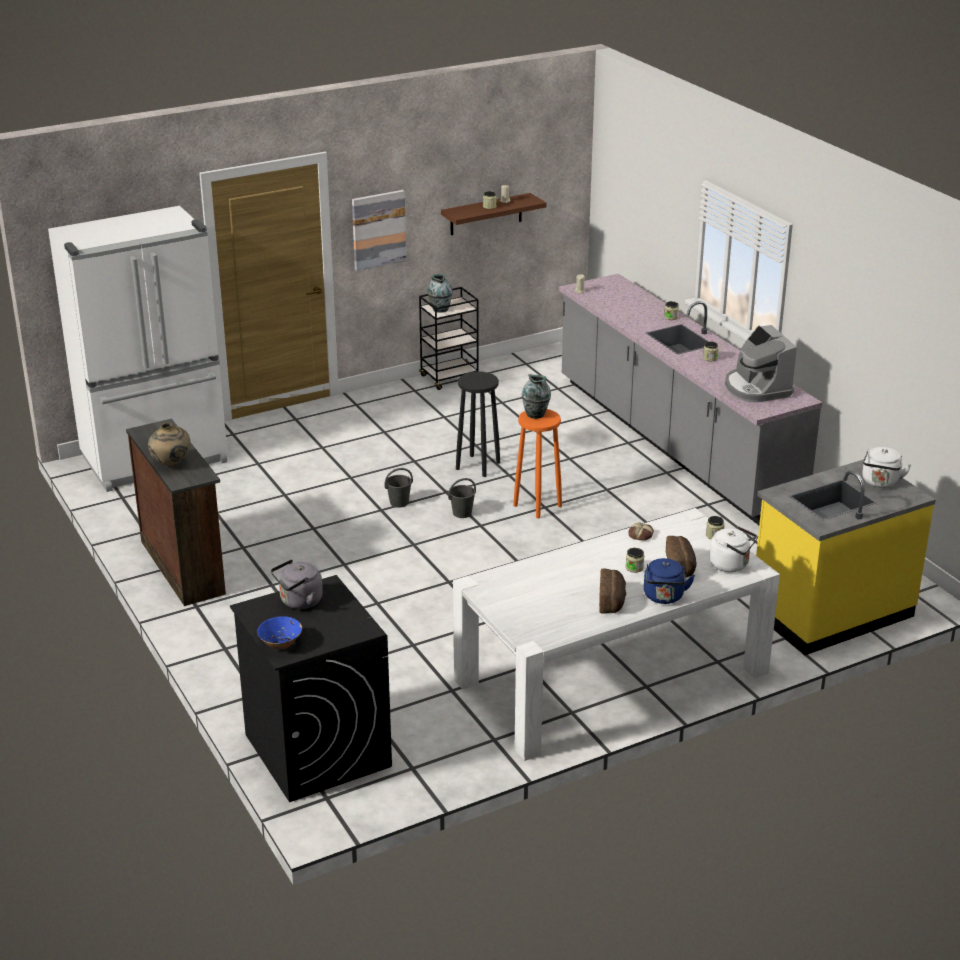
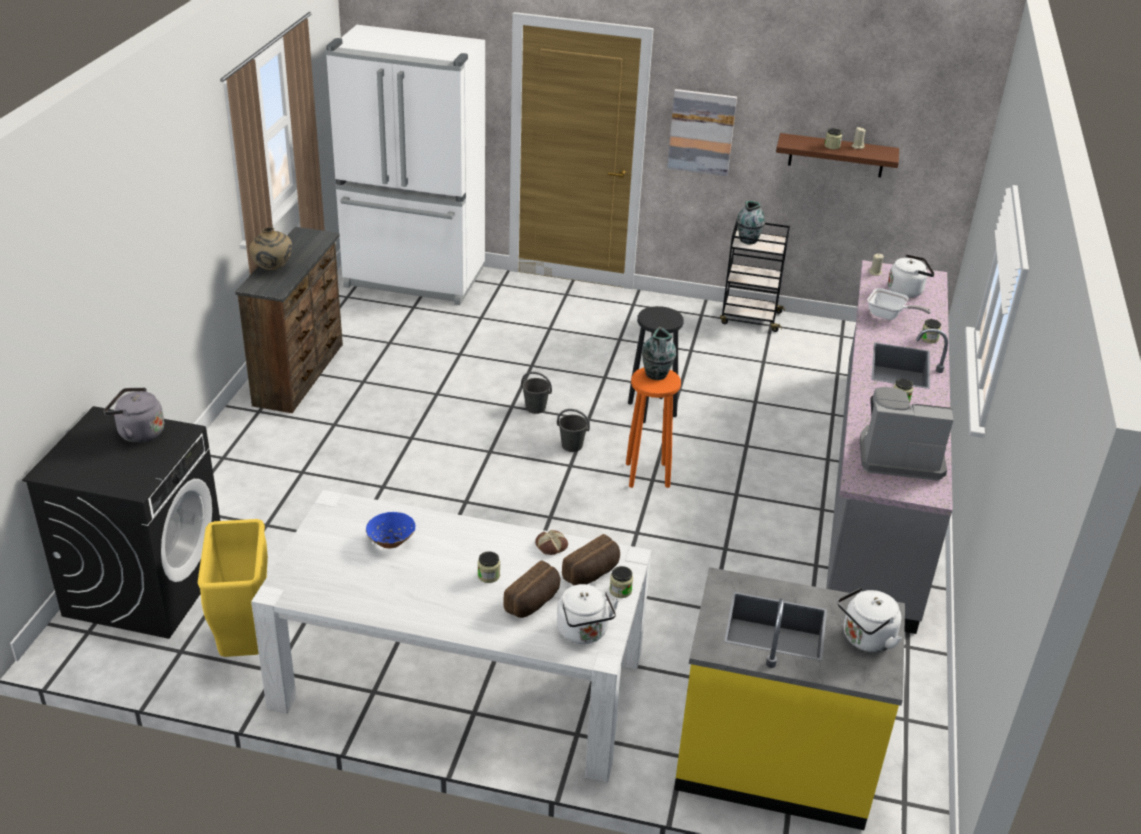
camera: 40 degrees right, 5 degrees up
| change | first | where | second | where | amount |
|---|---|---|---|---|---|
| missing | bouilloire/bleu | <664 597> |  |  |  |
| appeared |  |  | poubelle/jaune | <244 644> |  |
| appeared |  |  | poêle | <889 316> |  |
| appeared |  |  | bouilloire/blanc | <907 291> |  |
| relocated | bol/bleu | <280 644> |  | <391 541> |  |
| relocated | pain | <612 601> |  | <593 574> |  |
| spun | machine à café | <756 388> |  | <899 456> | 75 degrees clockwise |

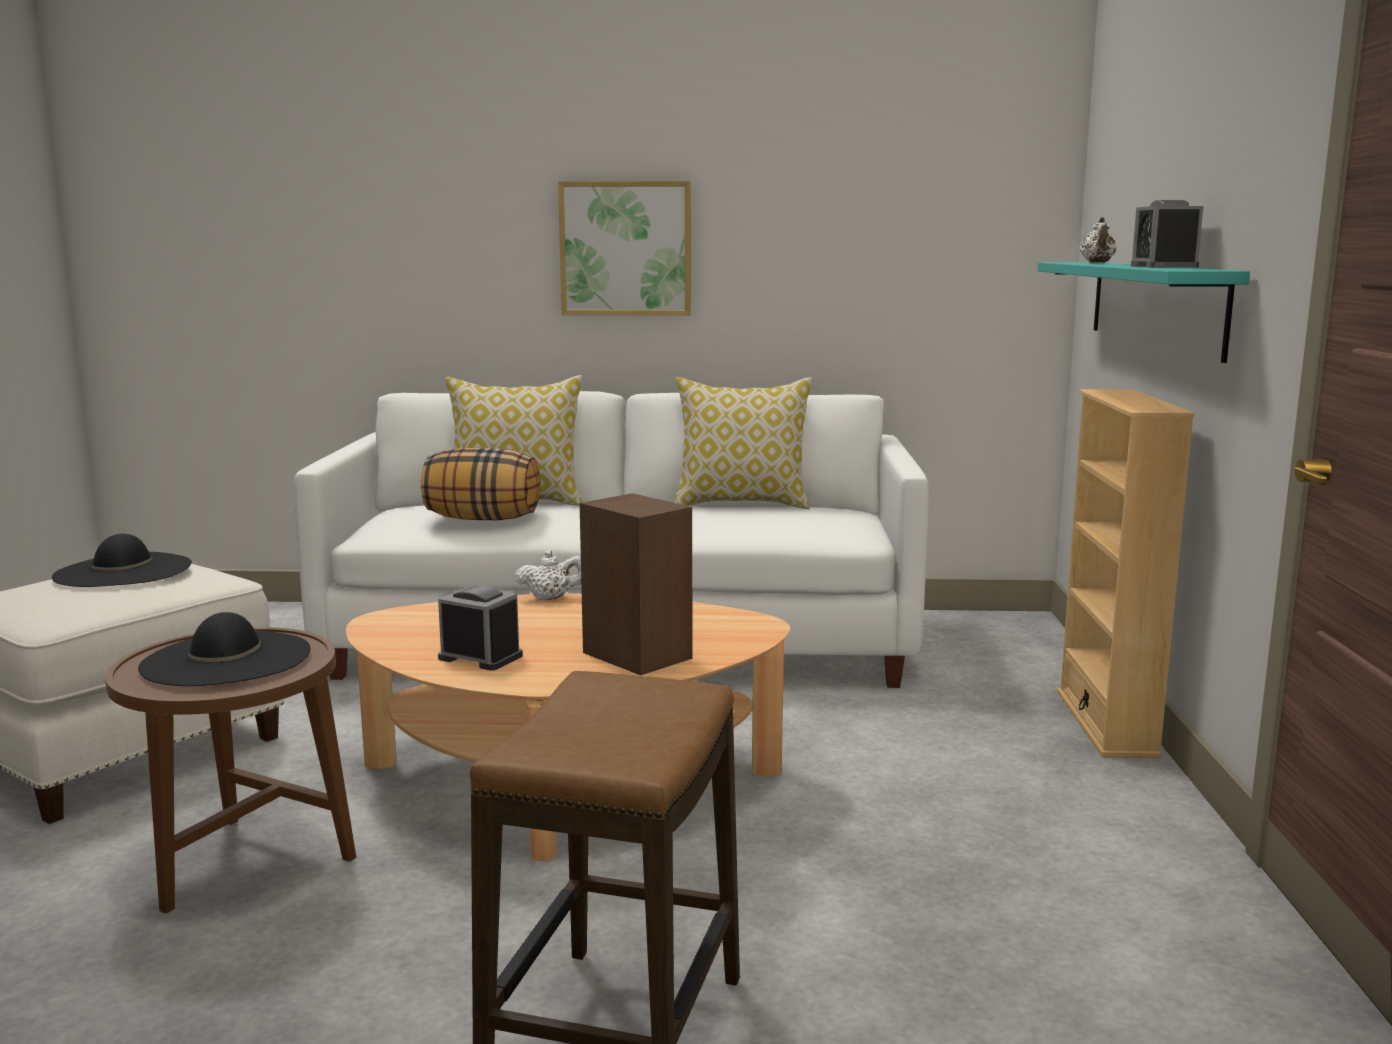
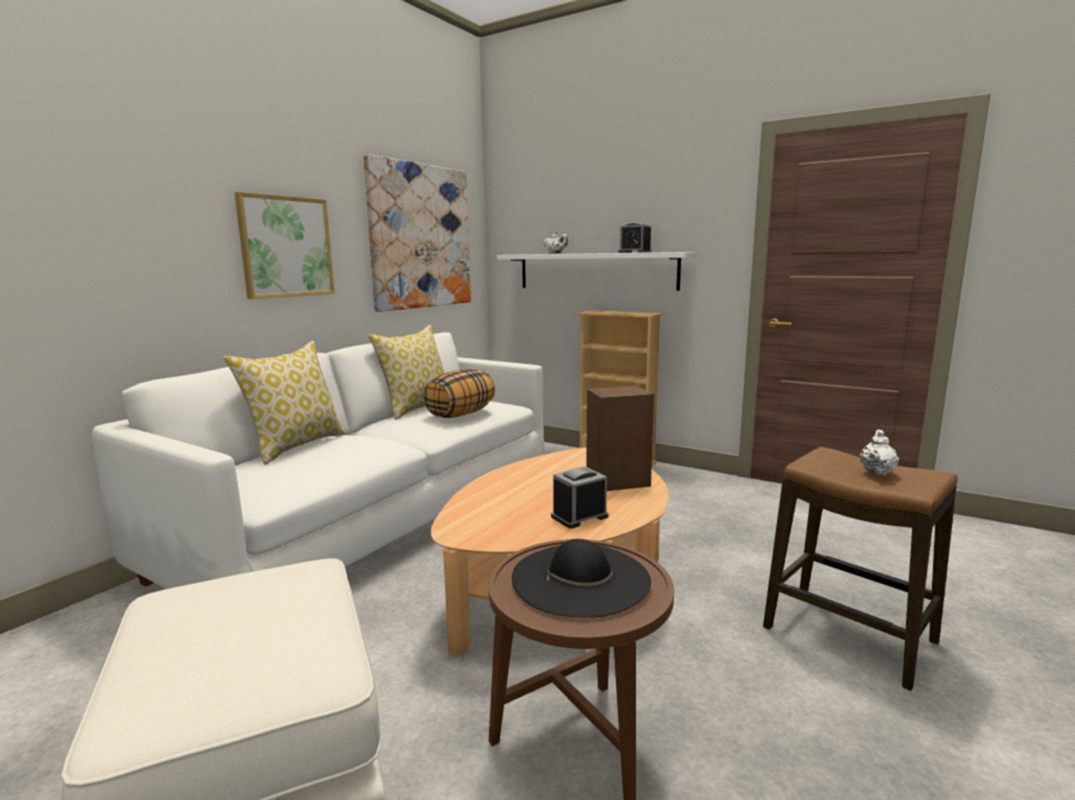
camera: 60 degrees left, 0 degrees up
| change | first | where | second | where | amount |
|---|---|---|---|---|---|
| missing | chapeau/noir | <123 571> |  |  |  |
| appeared |  |  | tableau | <421 237> |  |
| relocated | coussin | <483 519> |  | <460 414> |  |
| relocated | théière/blanc | <551 598> |  | <876 471> |  |
| colour | étagère/turquoise | <1154 305> | étagère/blanc | <595 271> |  |

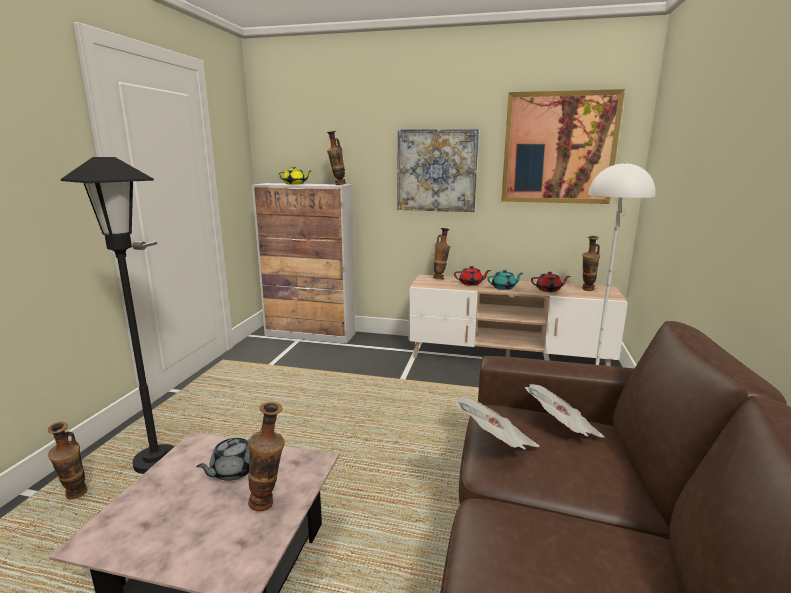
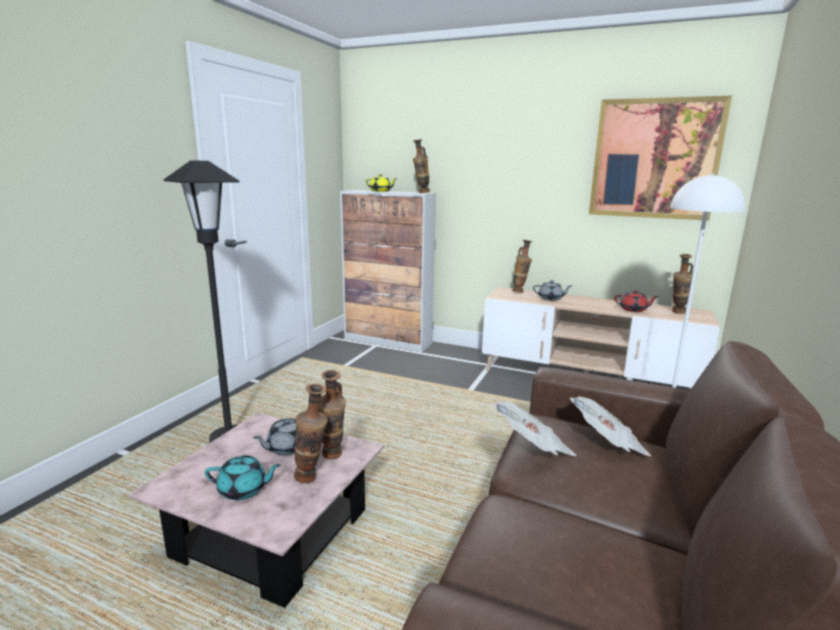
camera: 10 degrees right, 0 degrees up
| change | first | where | second | where | amount |
|---|---|---|---|---|---|
| missing | tableau | <436 170> |  |  |  |
| relocated | vase | <76 498> |  | <333 458> |  |
| relocated | théière/turquoise | <504 287> |  | <243 490> |  |
| colour | théière/rouge | <471 283> | théière/gris | <551 298> |  |

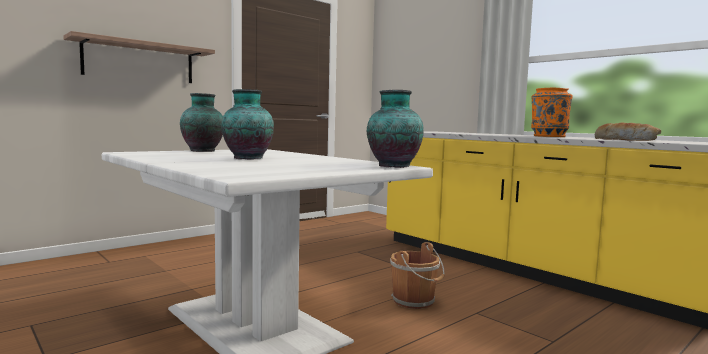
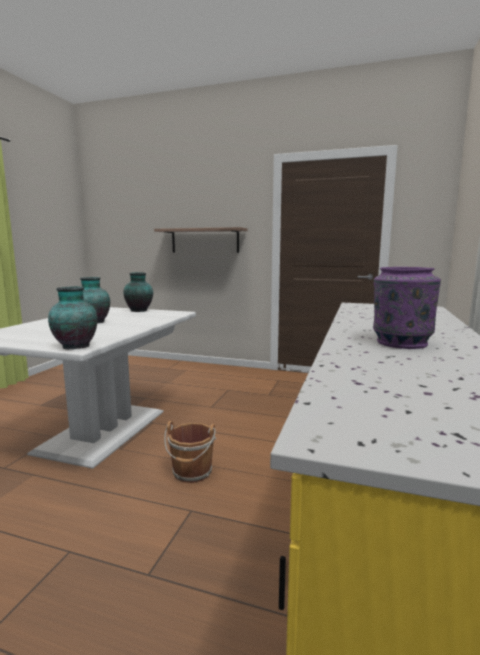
camera: 60 degrees right, 5 degrees up
| change | first | where | second | where | amount |
|---|---|---|---|---|---|
| missing | pain | <626 140> |  |  |  |
| colour | vase/orange | <548 136> | vase/violet | <400 342> |  |

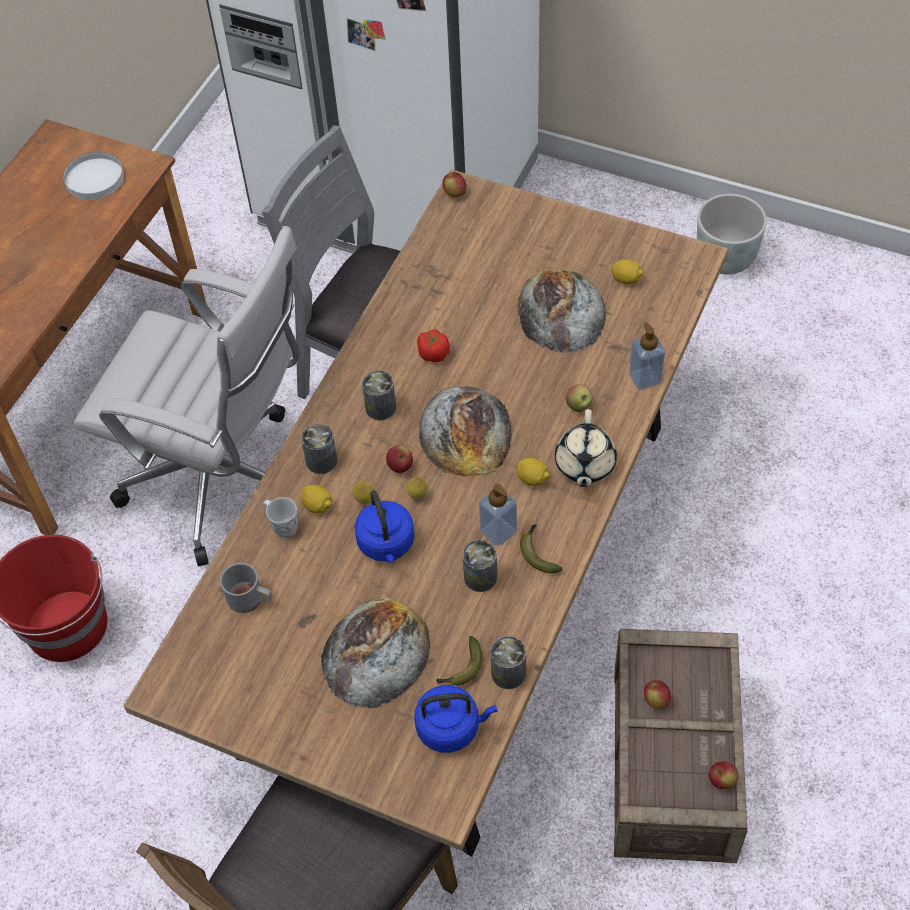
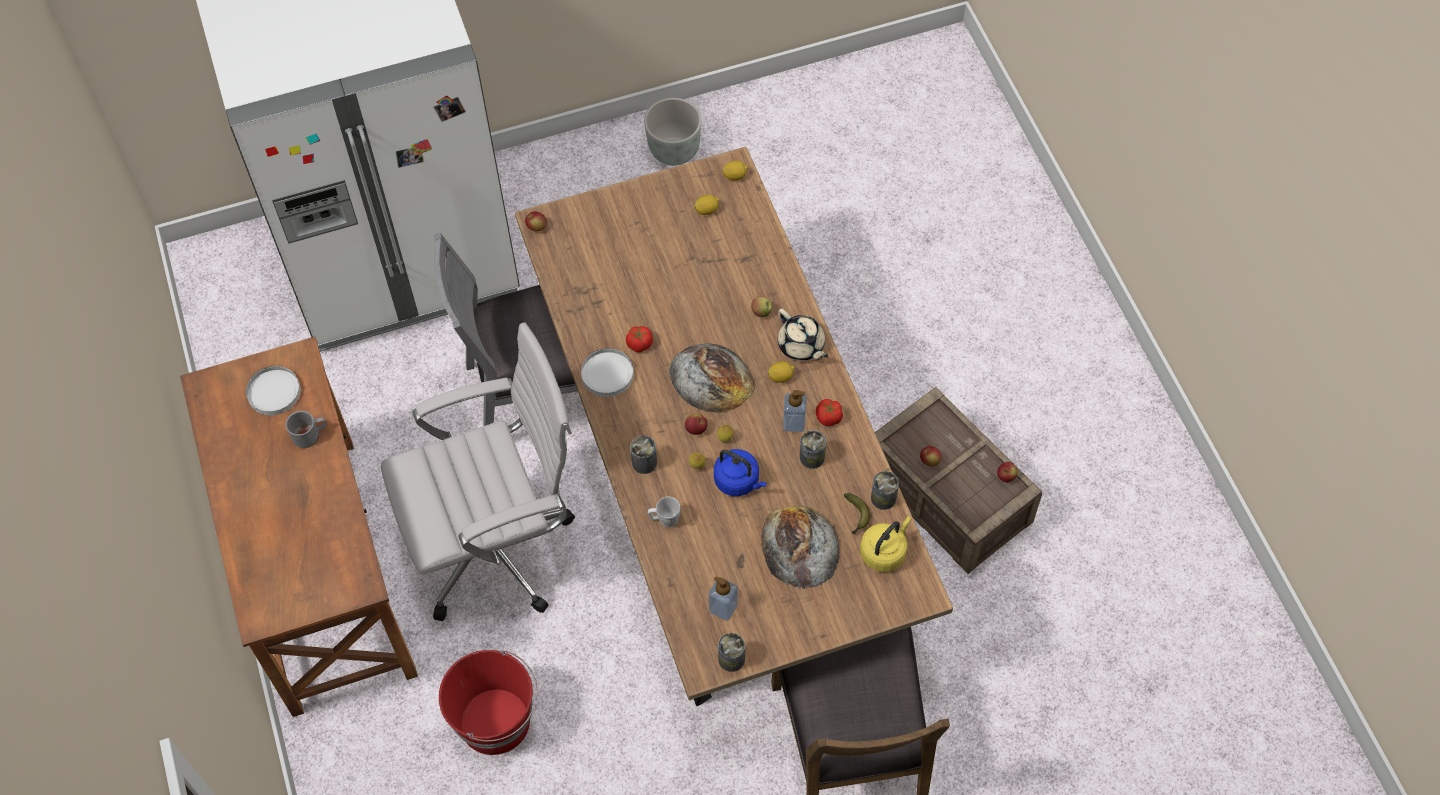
camera: 45 degrees left, 5 degrees up
| change | first | where | second | where | amount |
|---|---|---|---|---|---|
| missing | pain | <560 311> |  |  |  |
| appeared |  |  | assiette/blanc | <607 374> |  |
| relocated | mug/gris | <250 599> |  | <310 434> |  |
| relocated | citron | <318 506> |  | <735 176> |  |
| relocated | boîte métallique | <380 408> |  | <731 659> |  |
| relocated | distributeur de savon | <645 378> |  | <723 608> |  |
| exchanged | banane | <538 552> | tomate | <829 417> |  |
| colour | bouilloire/bleu | <451 727> | bouilloire/jaune | <884 552> |  |

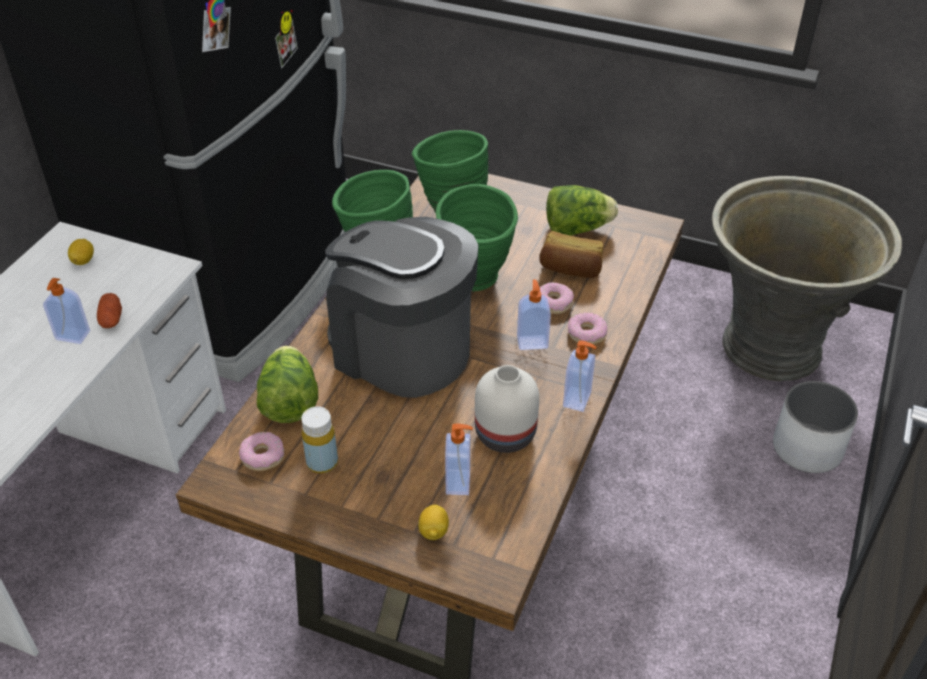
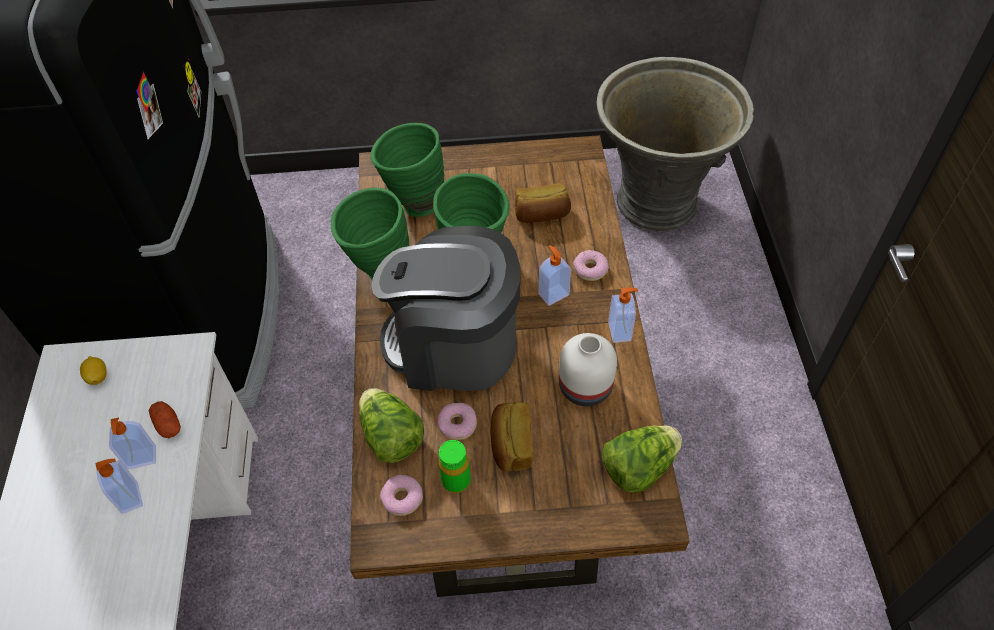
camera: 25 degrees left, 10 degrees up
| change | first | where | second | where | amount |
|---|---|---|---|---|---|
| missing | citron | <433 531> |  |  |  |
| missing | cache-pot/blanc | <806 448> |  |  |  |
| appeared |  |  | pain | <511 445> |  |
| relocated | distributeur de savon | <459 482> |  | <131 497> |  |
| relocated | beignet | <554 303> |  | <458 424> |  |
| relocated | laitue | <577 229> |  | <638 467> |  |
| colour | bouteille/jaune | <322 462> | bouteille/vert | <456 480> |  |

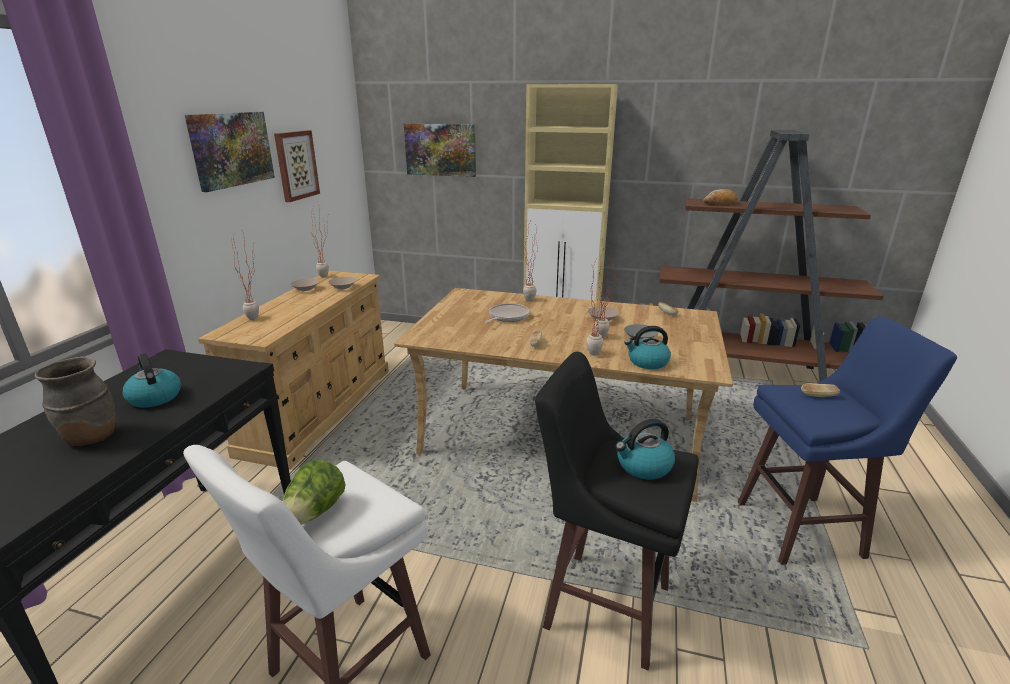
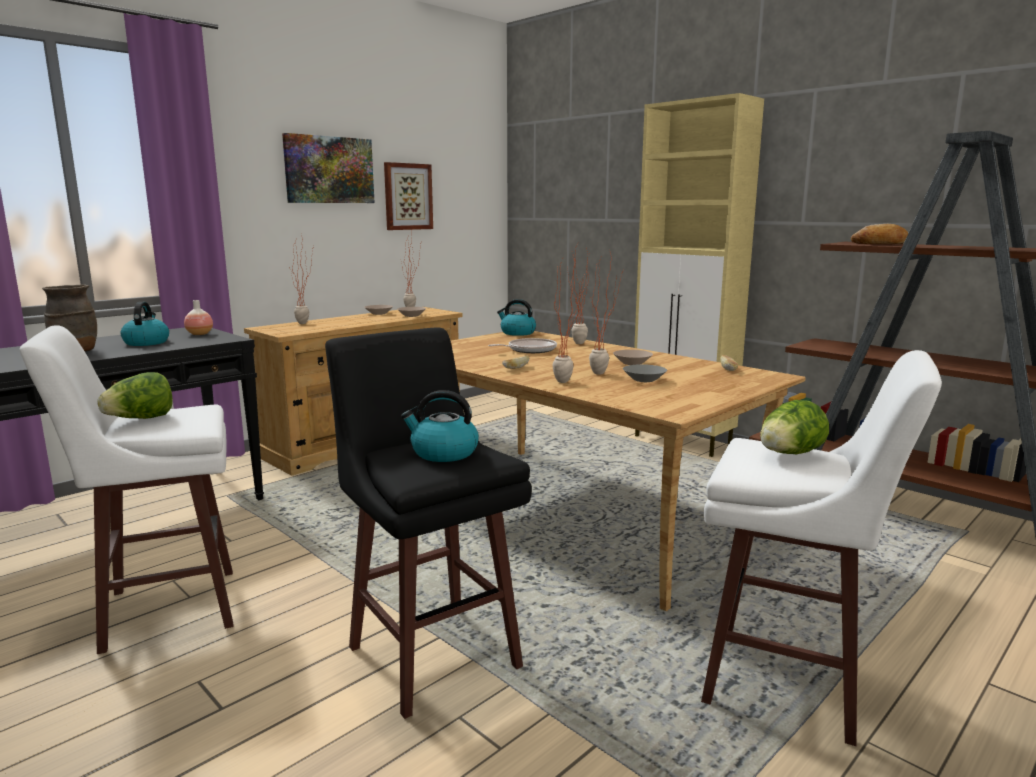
camera: 30 degrees right, 10 degrees down
| change | first | where | second | where | amount |
|---|---|---|---|---|---|
| missing | tableau | <440 149> |  |  |  |
| appeared |  |  | vase | <199 334> |  |
| relocated | bouilloire | <647 362> |  | <517 333> |  |
| exchanged | pain | <818 396> | laitue | <789 454> |  |
| colour | tabouret/bleu | <803 529> | tabouret/blanc | <788 683> |  |

